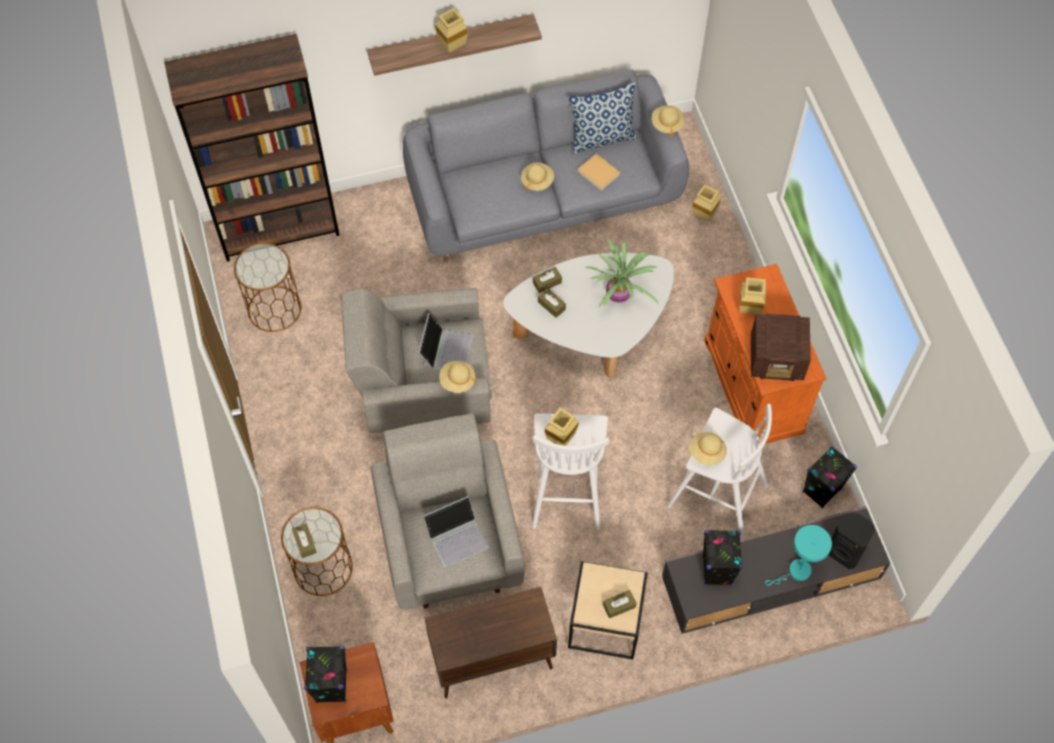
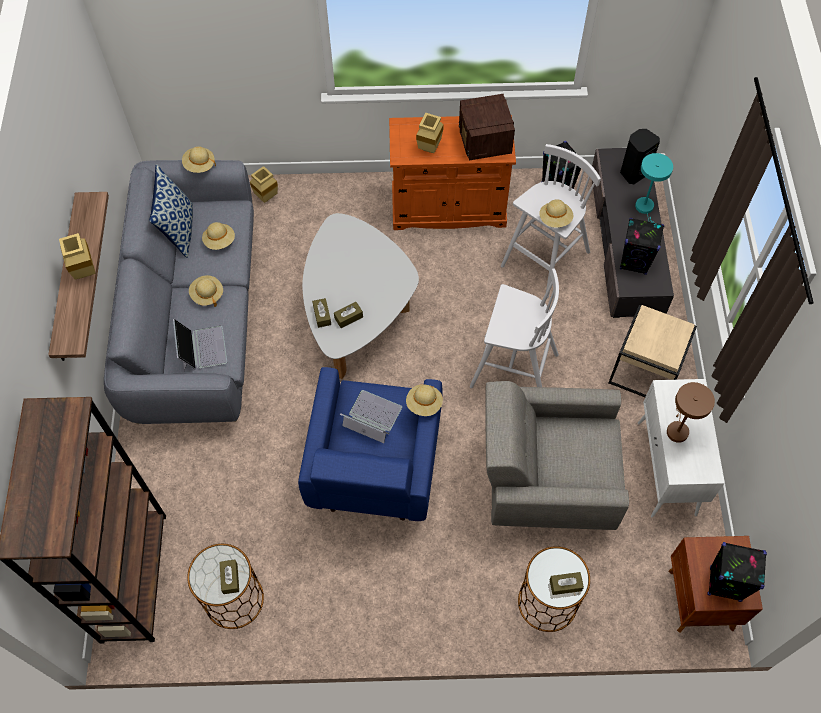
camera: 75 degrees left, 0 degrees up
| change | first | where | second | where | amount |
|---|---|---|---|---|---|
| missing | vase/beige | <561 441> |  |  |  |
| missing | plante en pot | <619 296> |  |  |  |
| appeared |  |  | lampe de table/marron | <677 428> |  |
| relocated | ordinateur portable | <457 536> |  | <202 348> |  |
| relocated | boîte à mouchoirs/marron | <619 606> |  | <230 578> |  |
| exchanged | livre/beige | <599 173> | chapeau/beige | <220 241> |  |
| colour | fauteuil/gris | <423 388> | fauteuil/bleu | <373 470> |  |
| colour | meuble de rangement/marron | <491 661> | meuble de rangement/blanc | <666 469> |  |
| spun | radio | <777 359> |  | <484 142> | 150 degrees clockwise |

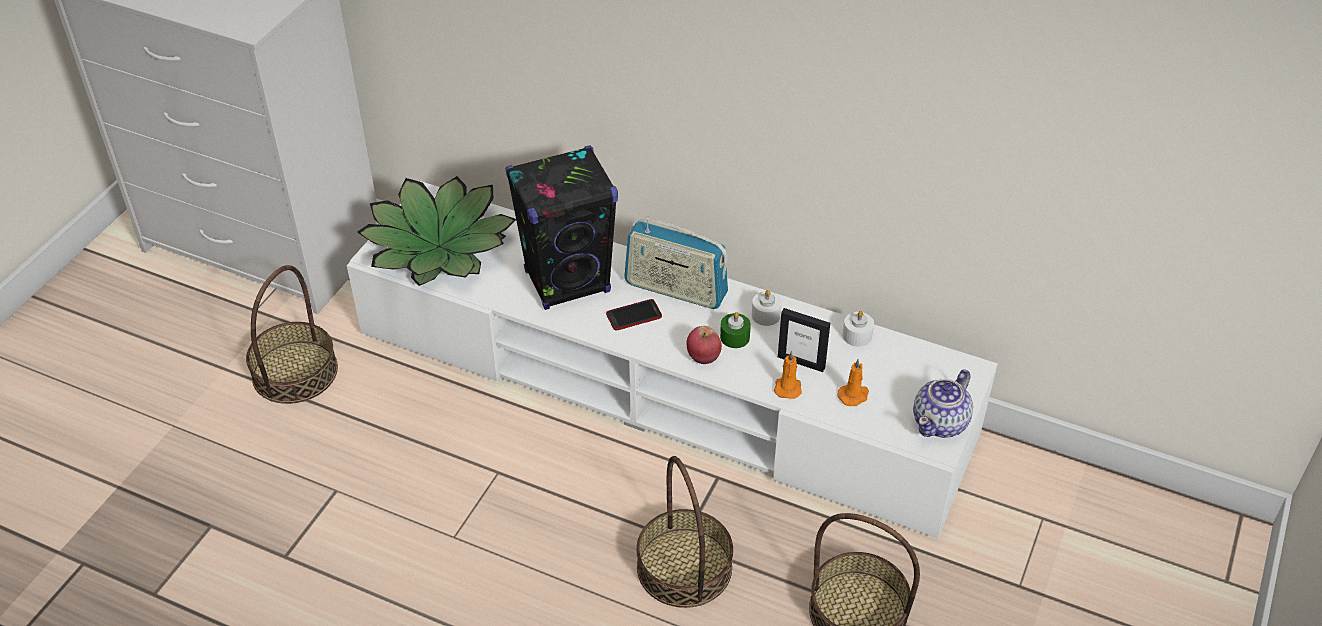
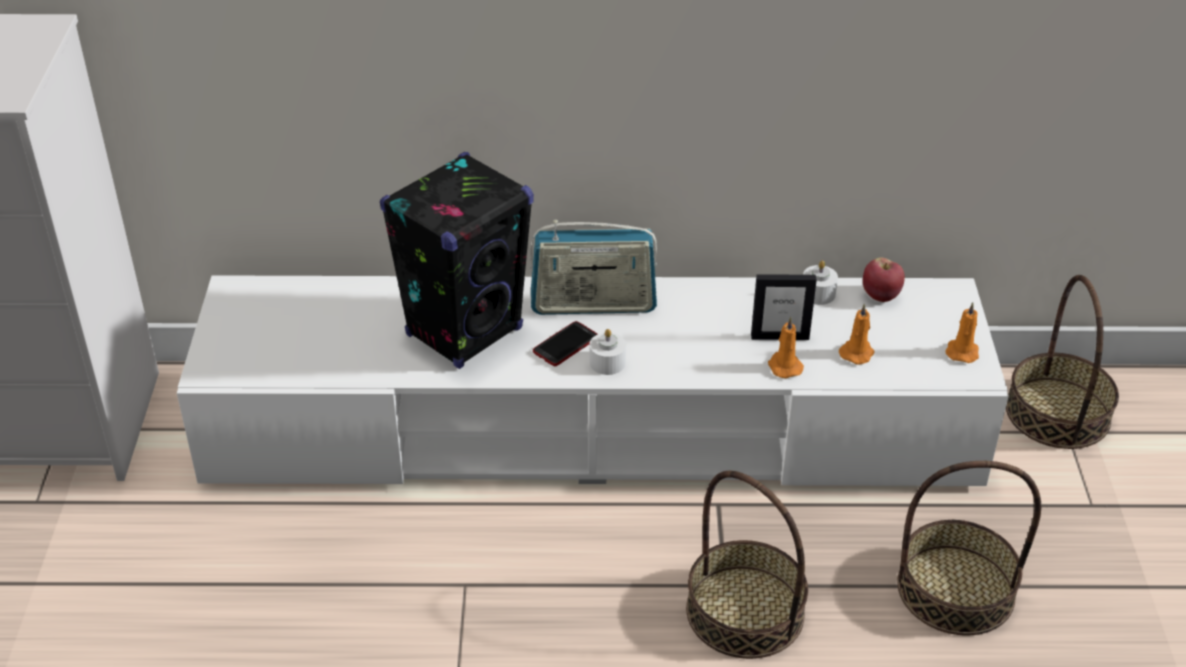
camera: 25 degrees left, 5 degrees down
| change | first | where | second | where | amount |
|---|---|---|---|---|---|
| missing | plante en pot | <438 246> |  |  |  |
| missing | bougie/vert | <735 337> |  |  |  |
| relocated | panier | <295 372> |  | <1058 413> |  |
| relocated | pomme | <703 358> |  | <881 296> |  |
| relocated | bougie/blanc | <766 315> |  | <607 362> |  |
| exchanged | théière | <941 422> | bougie/orange | <962 351> |  |

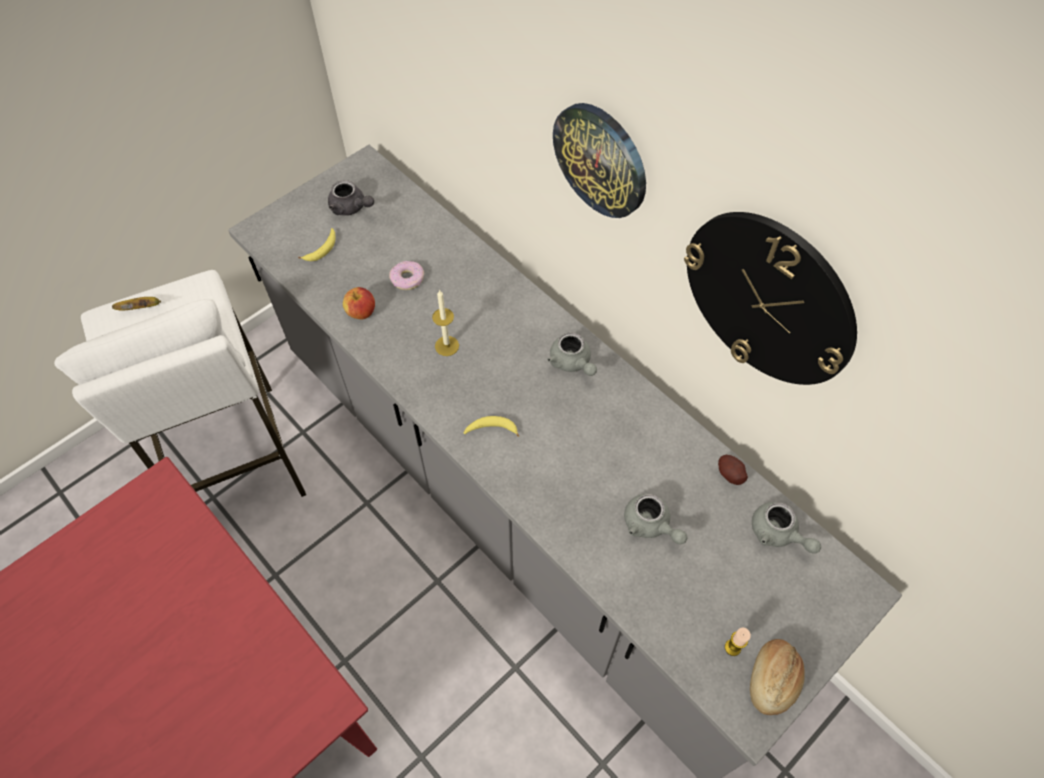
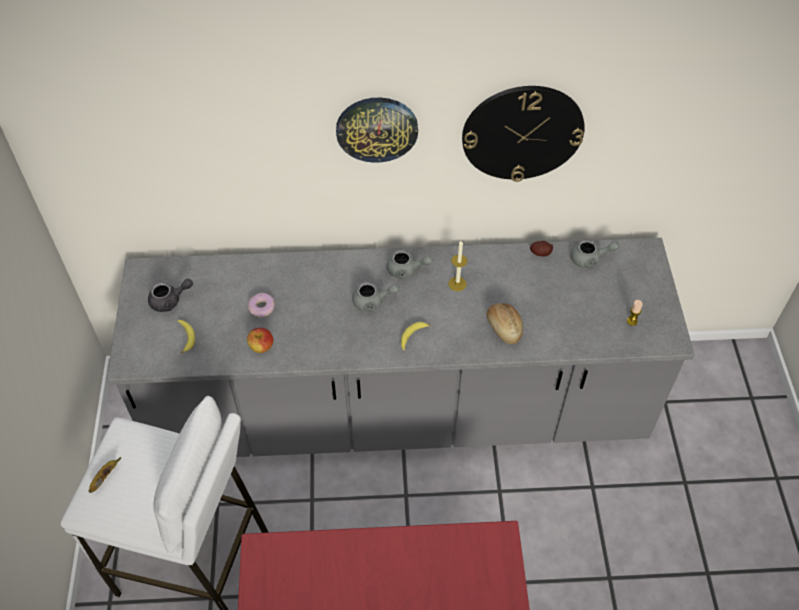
camera: 50 degrees left, 5 degrees down
| change | first | where | second | where | amount |
|---|---|---|---|---|---|
| relocated | bougie | <447 346> |  | <457 284> |  |
| relocated | théière/gris | <650 525> |  | <373 302> |  |
| relocated | pain | <772 679> |  | <504 328> |  |

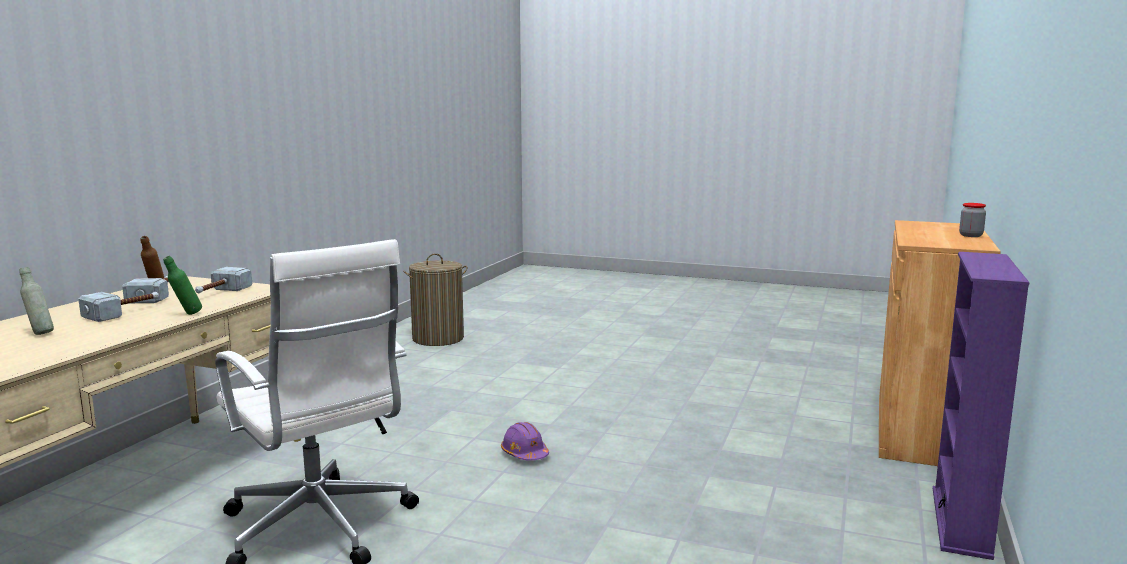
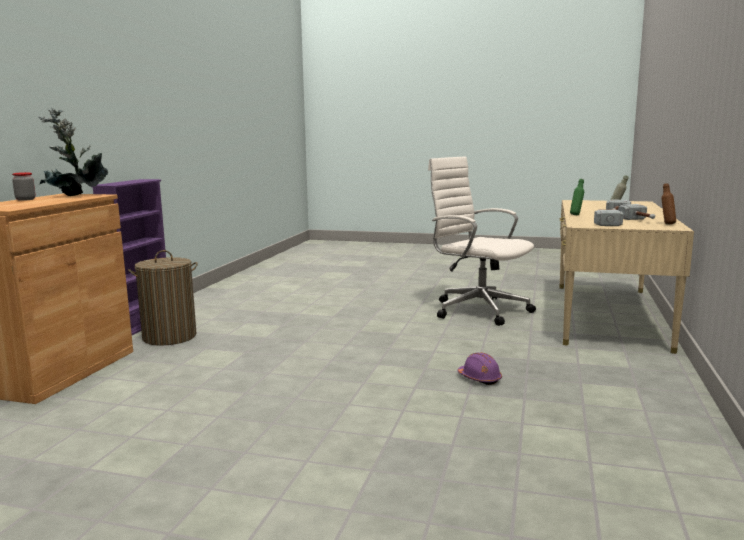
camera: 175 degrees right, 0 degrees up
| change | first | where | second | where | amount |
|---|---|---|---|---|---|
| appeared |  |  | plante en pot | <75 196> |  |
| relocated | panier à linge | <438 338> |  | <169 337> |  |
| relocated | casque de chantier/violet | <524 454> |  | <479 378> |  |

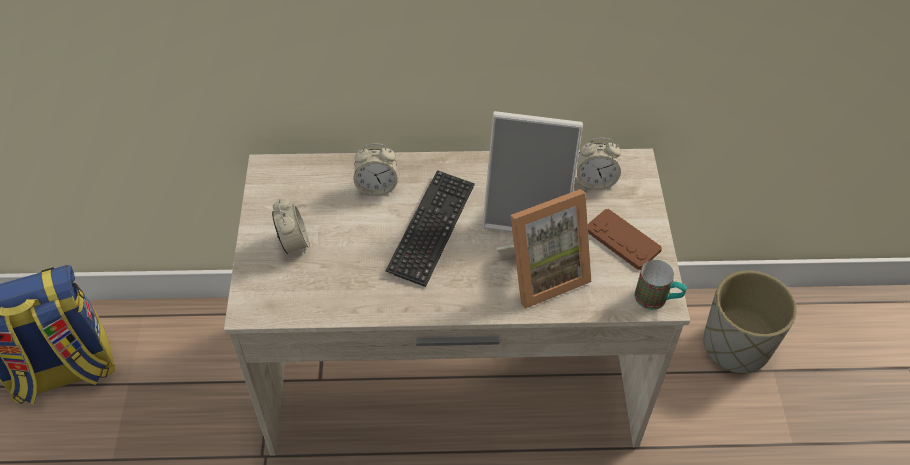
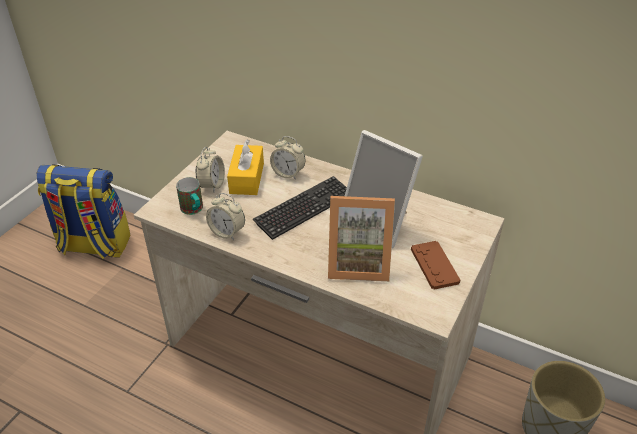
camera: 30 degrees right, 10 degrees down
| change | first | where | second | where | amount |
|---|---|---|---|---|---|
| appeared |  |  | boîte à mouchoirs/jaune | <247 178> |  |
| relocated | réveil | <594 181> |  | <227 232> |  |
| relocated | mug | <657 300> |  | <193 210> |  |

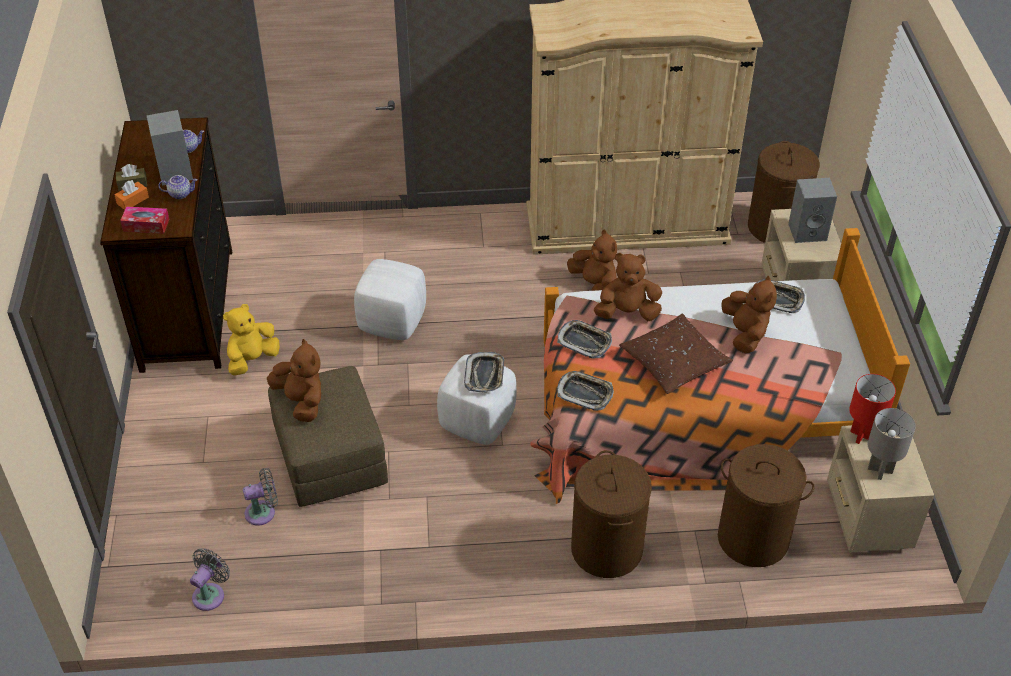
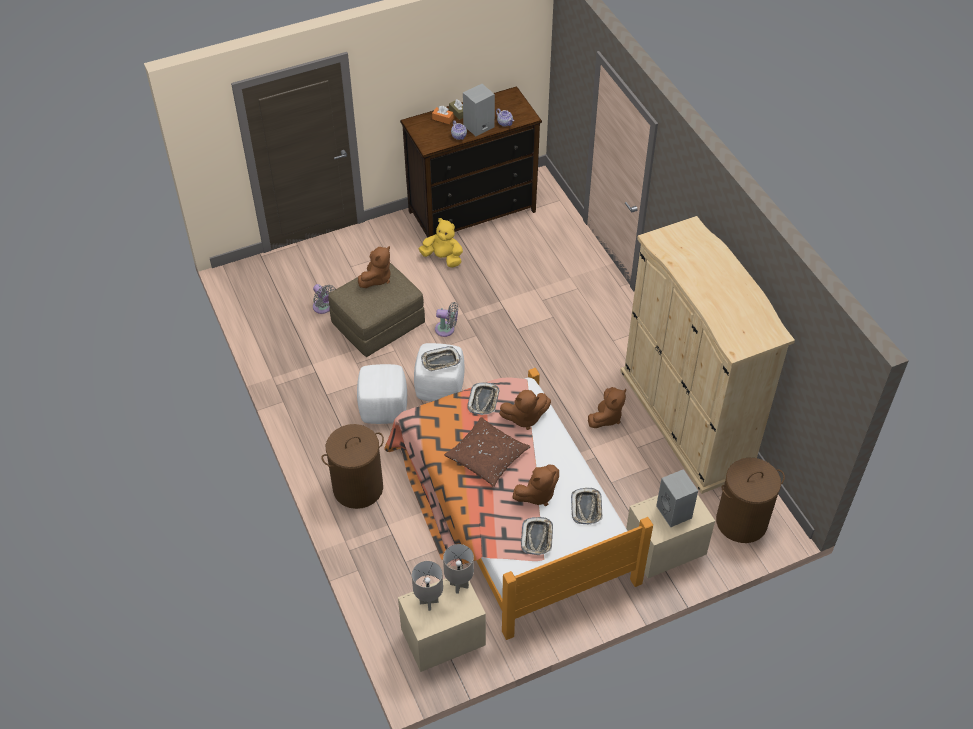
camera: 70 degrees right, 5 degrees up
| change | first | where | second | where | amount |
|---|---|---|---|---|---|
| missing | boîte à mouchoirs | <146 225> |  |  |  |
| missing | panier à linge/marron | <753 538> |  |  |  |
| relocated | ventilateur/gris | <210 594> |  | <447 329> |  |
| relocated | pouf/blanc | <392 321> |  | <384 409> |  |
| relocated | plateau | <585 393> |  | <537 538> |  |
| colour | lampe de table/rouge | <861 435> | lampe de table/gris | <459 585> |  |
| spun | peluche/marron | <627 313> |  | <524 418> | 105 degrees clockwise |

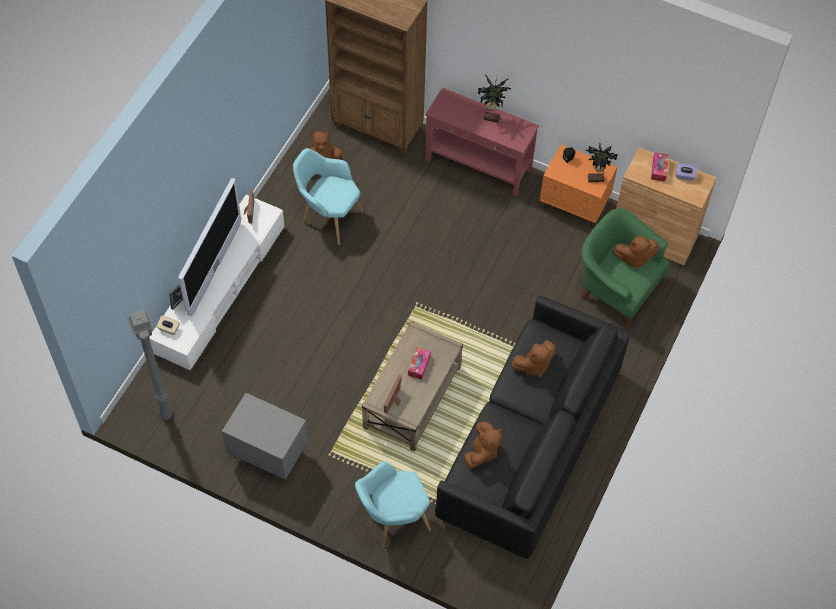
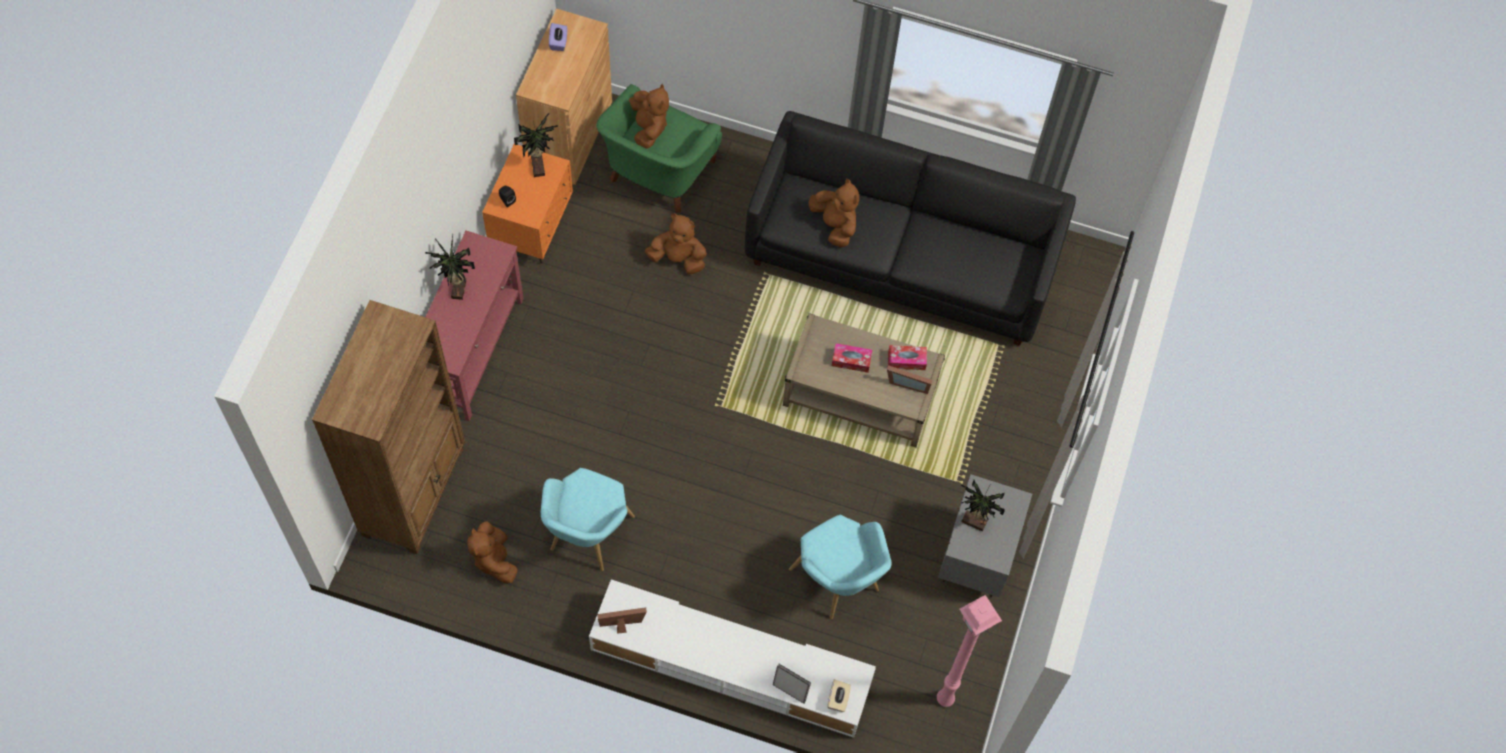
camera: 100 degrees left, 5 degrees up
| change | first | where | second | where | amount |
|---|---|---|---|---|---|
| missing | téléviseur | <215 269> |  |  |  |
| appeared |  |  | plante en pot | <974 523> |  |
| relocated | fauteuil/turquoise | <392 520> |  | <839 584> |  |
| relocated | peluche/marron | <482 452> |  | <678 258> |  |
| relocated | boîte à mouchoirs | <659 169> |  | <906 360> |  |
| colour | lampadaire/gris | <167 414> | lampadaire/rose | <943 698> |  |

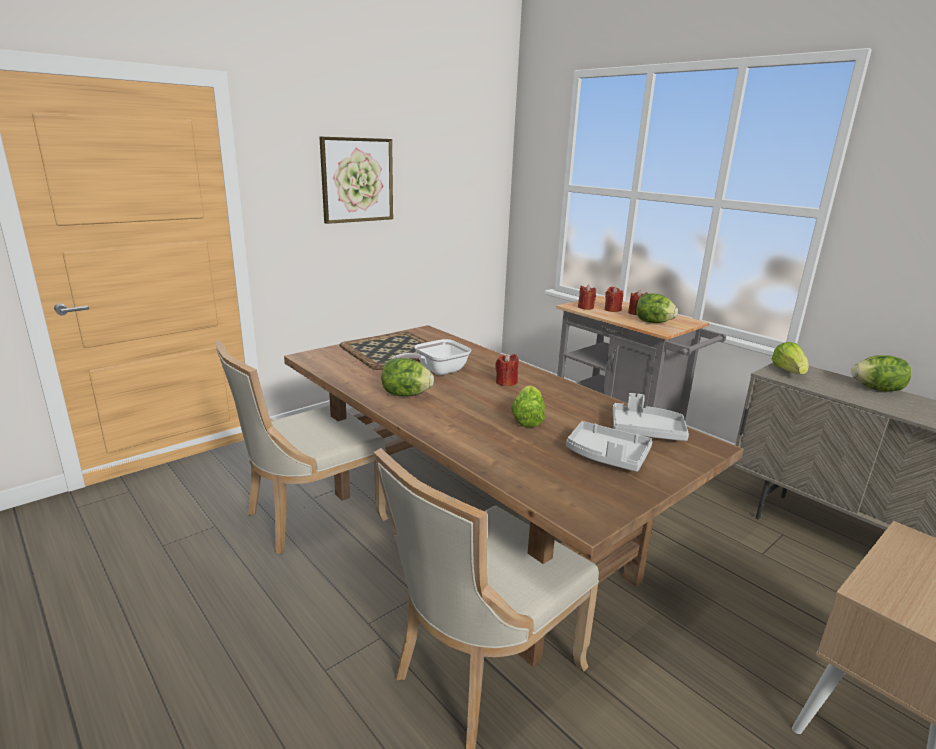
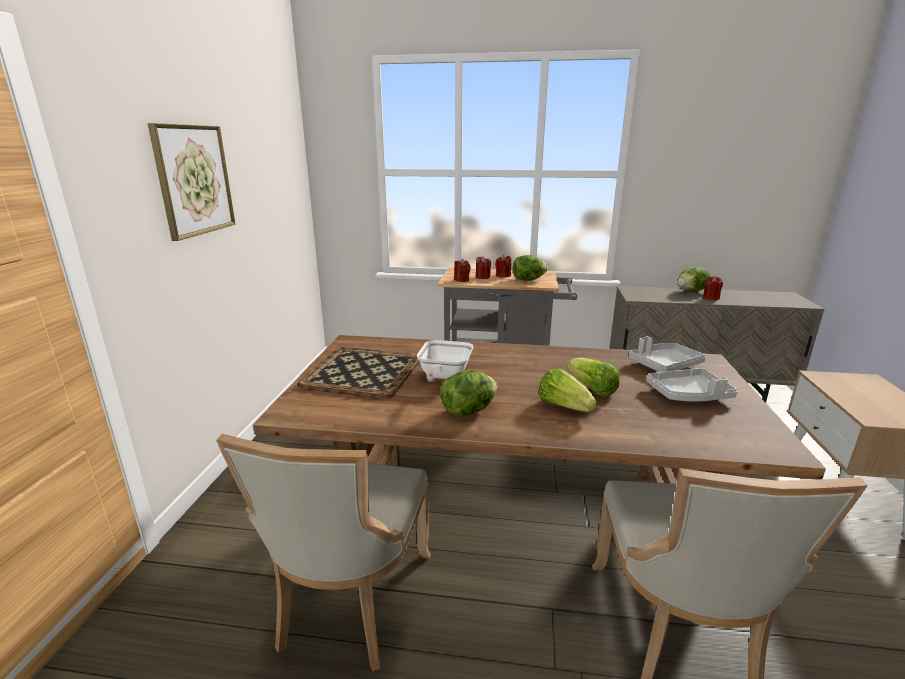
camera: 40 degrees left, 0 degrees up
| change | first | where | second | where | amount |
|---|---|---|---|---|---|
| relocated | bougie/rouge | <506 382> |  | <711 298> |  |
| relocated | laitue | <788 372> |  | <564 406> |  |

